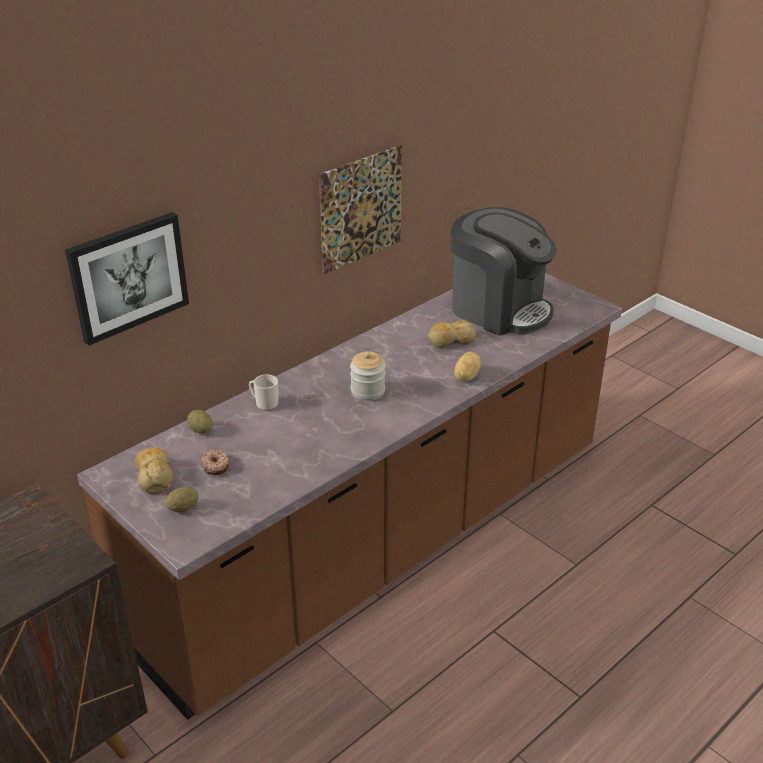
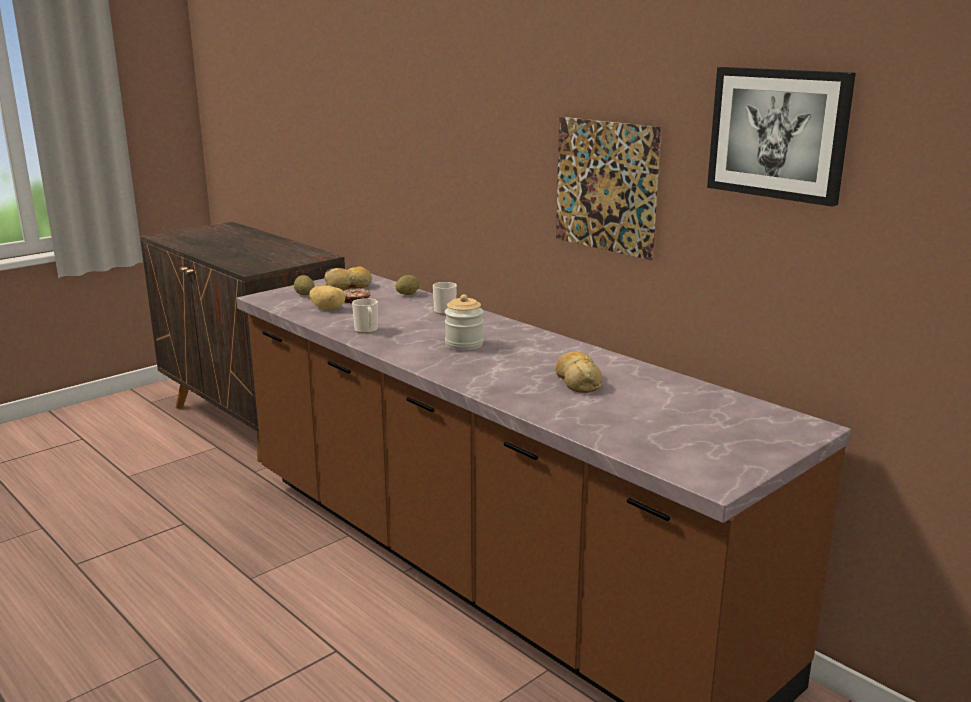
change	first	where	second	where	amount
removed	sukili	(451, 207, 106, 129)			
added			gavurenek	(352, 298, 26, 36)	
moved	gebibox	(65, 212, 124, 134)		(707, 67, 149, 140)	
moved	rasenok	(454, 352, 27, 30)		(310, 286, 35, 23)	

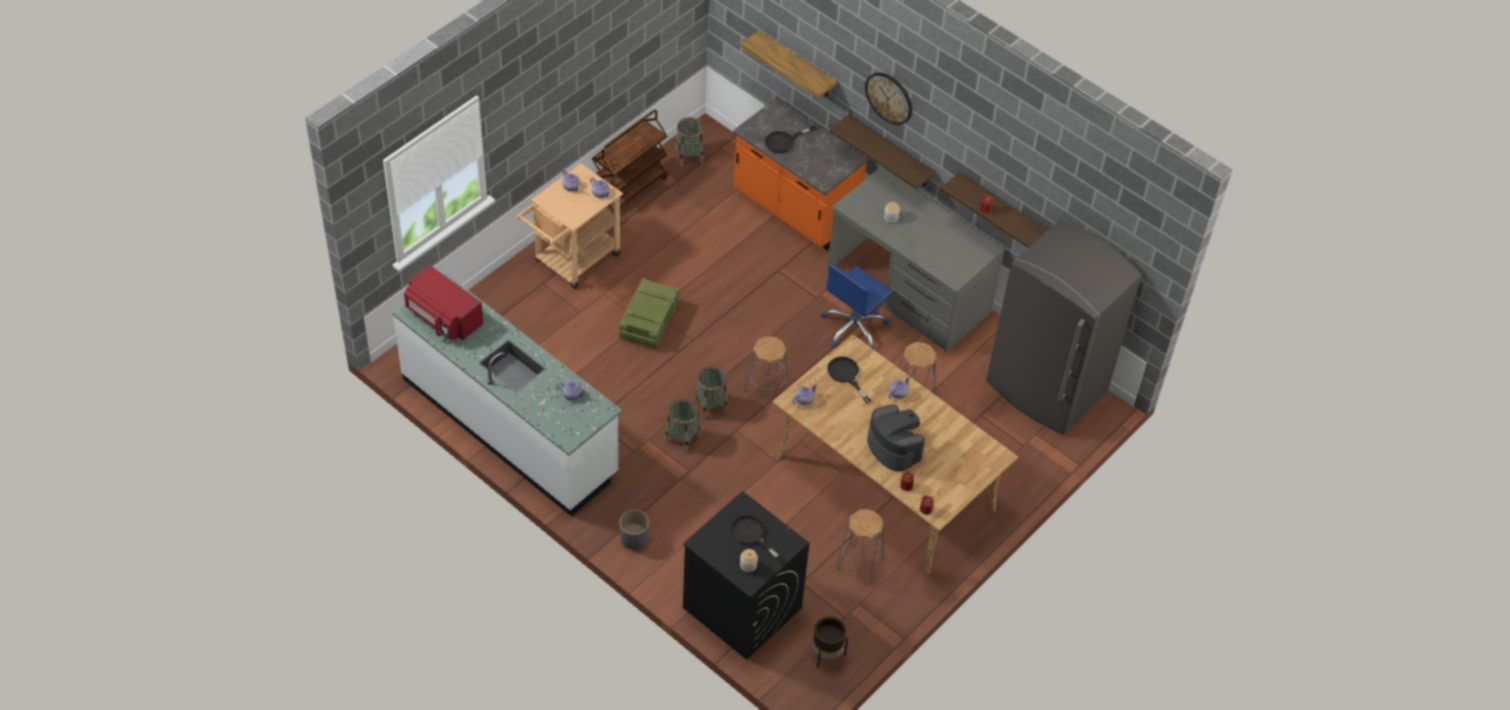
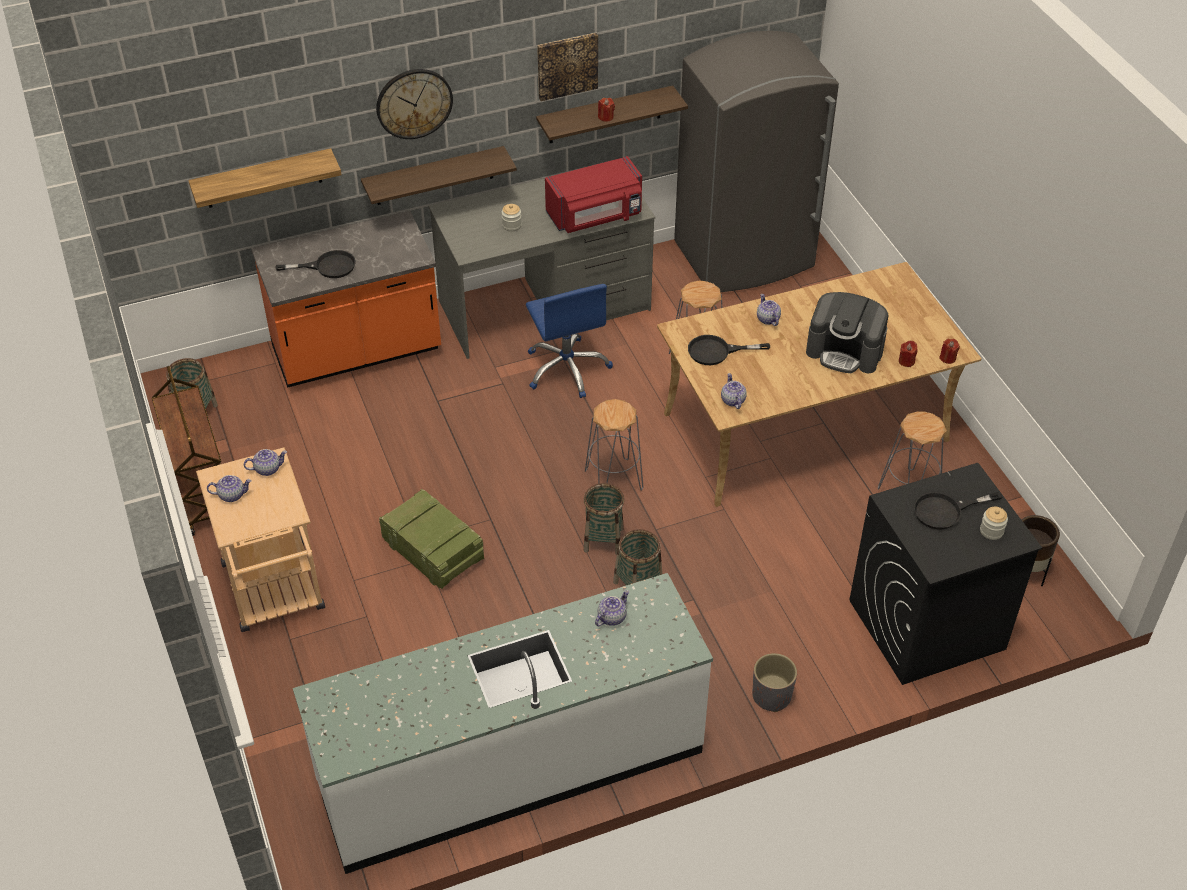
change	first	where	second	where	amount
added			gebibox	(537, 33, 61, 68)	
moved	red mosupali	(404, 265, 80, 75)		(545, 156, 97, 77)	
turned	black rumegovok	(765, 125, 51, 28)		(276, 250, 80, 28)	90 degrees counterclockwise
turned	sukili	(867, 405, 58, 67)		(806, 292, 83, 82)	150 degrees counterclockwise

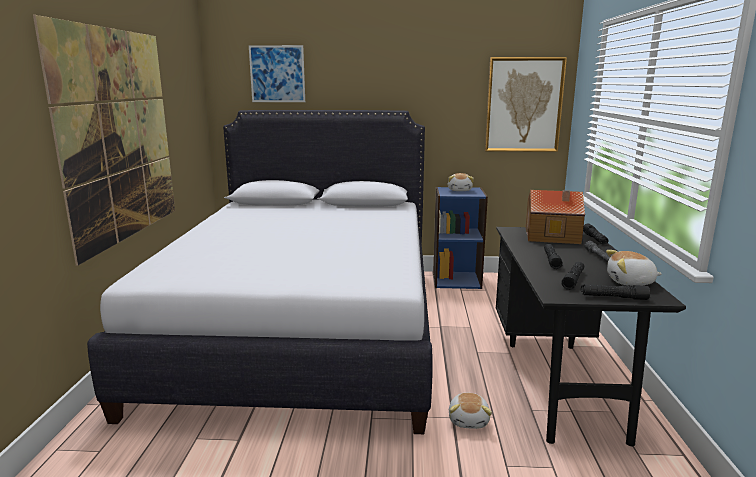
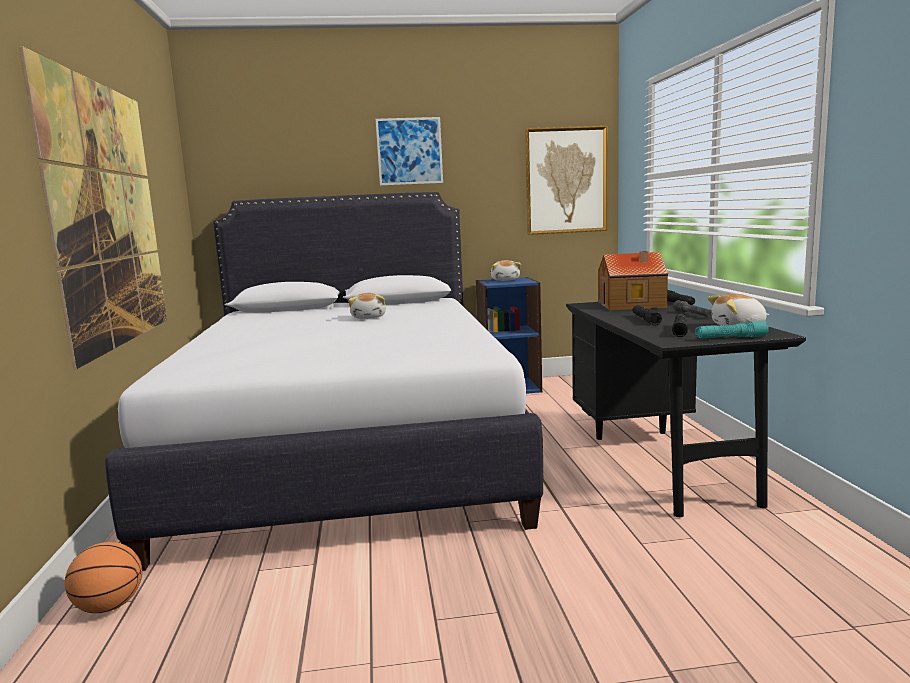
change	first	where	second	where	amount
added			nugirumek	(64, 542, 78, 71)	
moved	gebibox	(249, 45, 56, 57)		(376, 117, 67, 69)	
moved	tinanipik	(449, 393, 43, 36)		(348, 293, 38, 26)	
recoloured	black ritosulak	(581, 284, 69, 16)	turquoise ritosulak	(695, 321, 74, 17)	

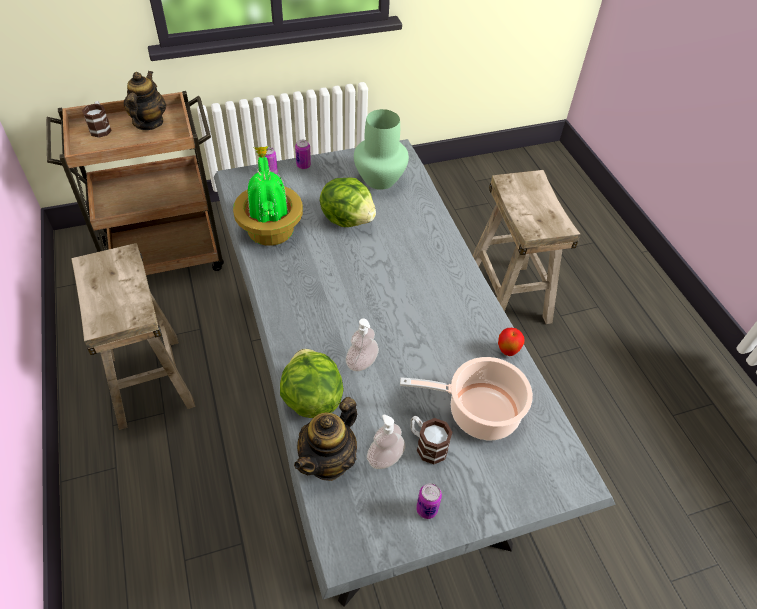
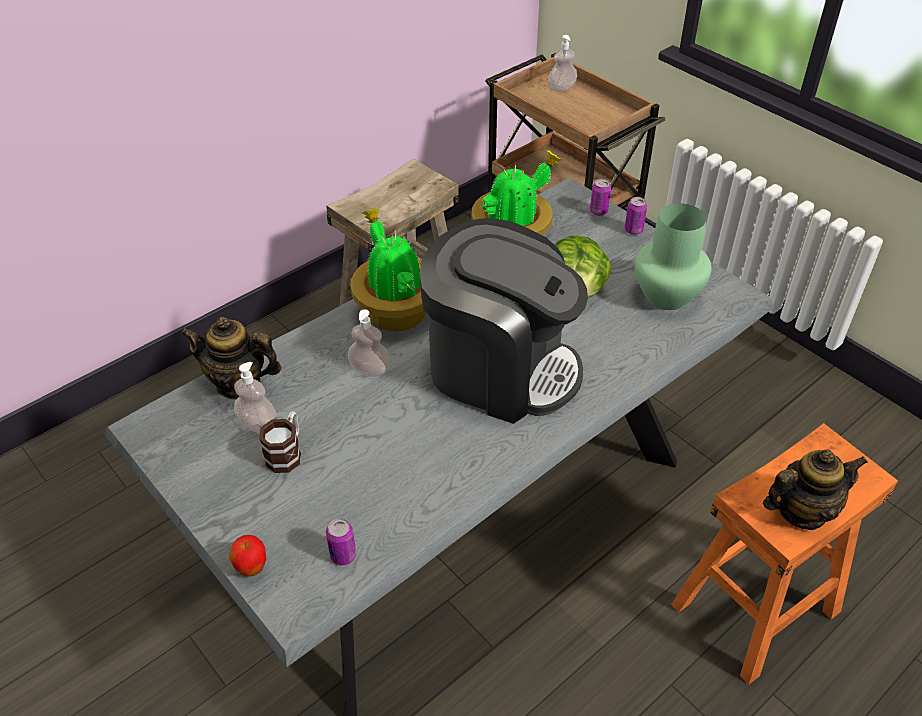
change	first	where	second	where	amount
removed	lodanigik	(280, 349, 64, 69)			
removed	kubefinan	(400, 357, 133, 83)			
added			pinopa	(351, 207, 75, 125)	
added			sukili	(420, 218, 168, 206)	
moved	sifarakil	(123, 71, 43, 59)		(763, 450, 105, 80)	
moved	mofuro	(416, 483, 26, 36)		(326, 518, 30, 48)	
moved	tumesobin	(498, 328, 27, 28)		(229, 535, 37, 41)	
replaced	gavurenek	(82, 101, 30, 37)	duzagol	(548, 35, 29, 57)	
recoloured	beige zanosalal	(472, 170, 108, 154)	orange zanosalal	(671, 423, 227, 262)	

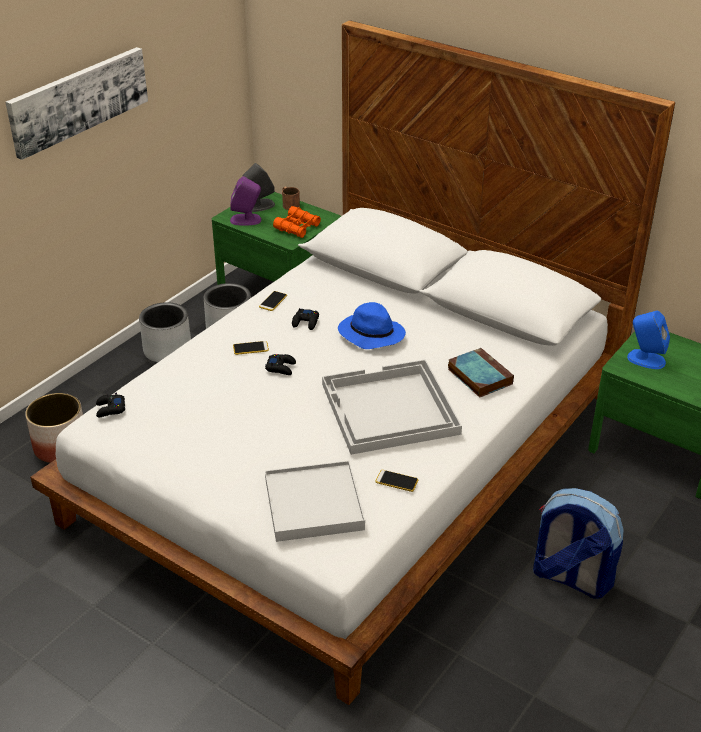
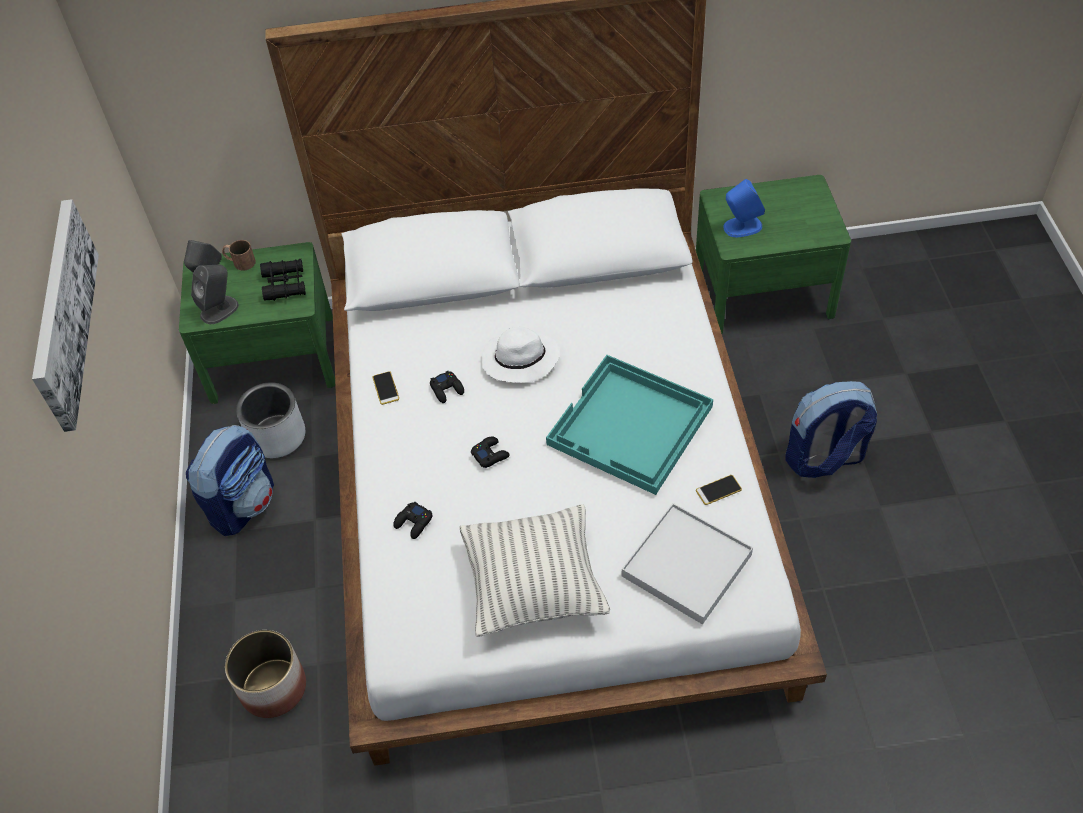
change	first	where	second	where	amount
removed	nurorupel	(233, 341, 36, 14)			
removed	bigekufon	(448, 348, 66, 49)			
added			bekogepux	(460, 504, 150, 133)	
moved	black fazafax	(96, 393, 29, 24)		(393, 502, 39, 37)	
replaced	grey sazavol	(139, 302, 52, 60)	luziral	(186, 425, 88, 111)	
recoloured	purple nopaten	(230, 176, 31, 50)	grey nopaten	(191, 264, 48, 60)	
recoloured	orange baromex	(273, 206, 48, 32)	black baromex	(260, 259, 46, 42)	
recoloured	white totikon	(322, 359, 140, 96)	turquoise totikon	(546, 355, 167, 140)	
recoloured	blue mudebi	(338, 302, 68, 47)	white mudebi	(481, 326, 78, 57)	

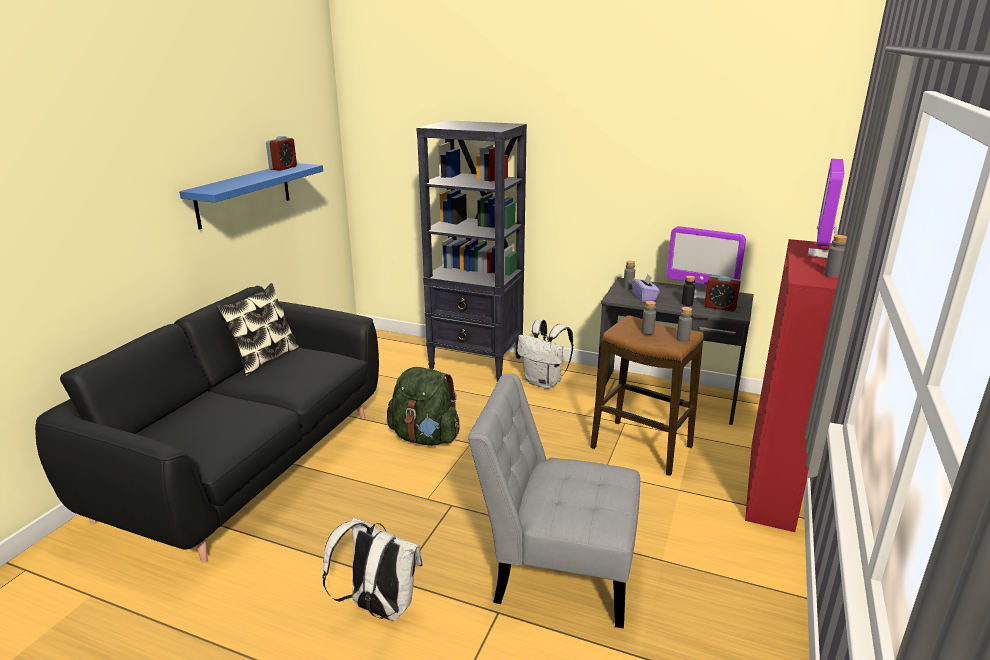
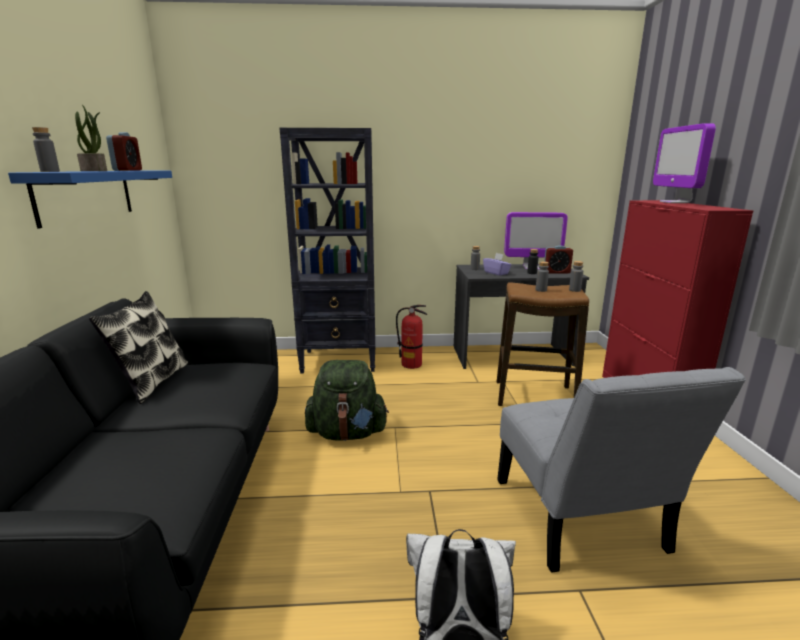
change	first	where	second	where	amount
added			pinopa	(75, 105, 32, 66)	
moved	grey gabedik	(824, 235, 23, 43)		(32, 127, 28, 45)	
replaced	white luziral	(517, 319, 56, 70)	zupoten	(396, 305, 31, 64)	
turned	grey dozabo	(468, 374, 172, 254)		(497, 367, 249, 206)	90 degrees counterclockwise

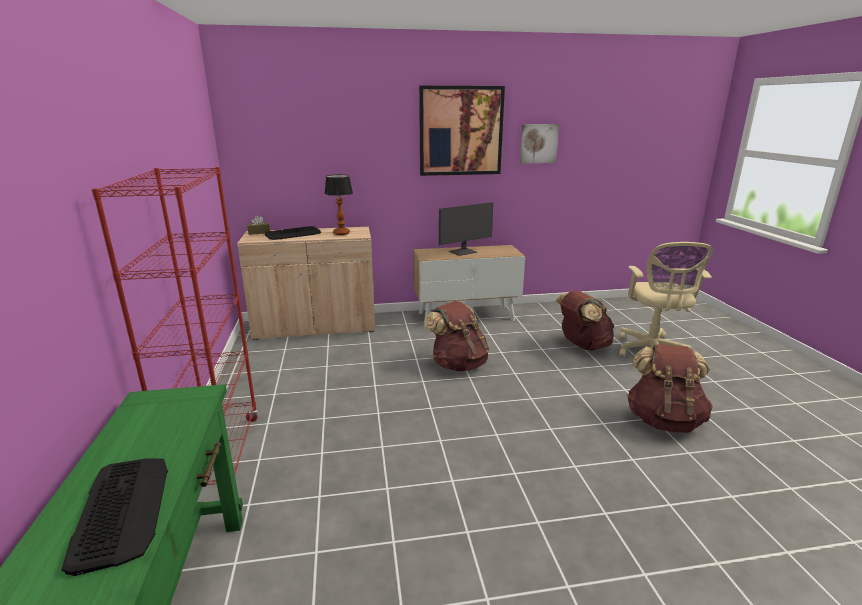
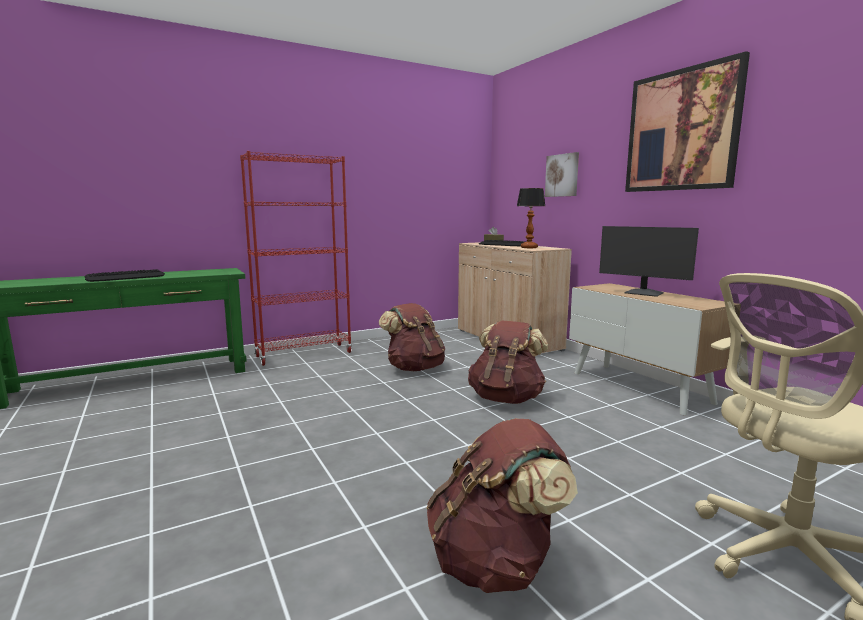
change	first	where	second	where	amount
moved	gebibox	(520, 124, 39, 40)		(545, 152, 34, 45)	
moved	brown luziral	(555, 291, 59, 60)		(379, 303, 66, 68)	

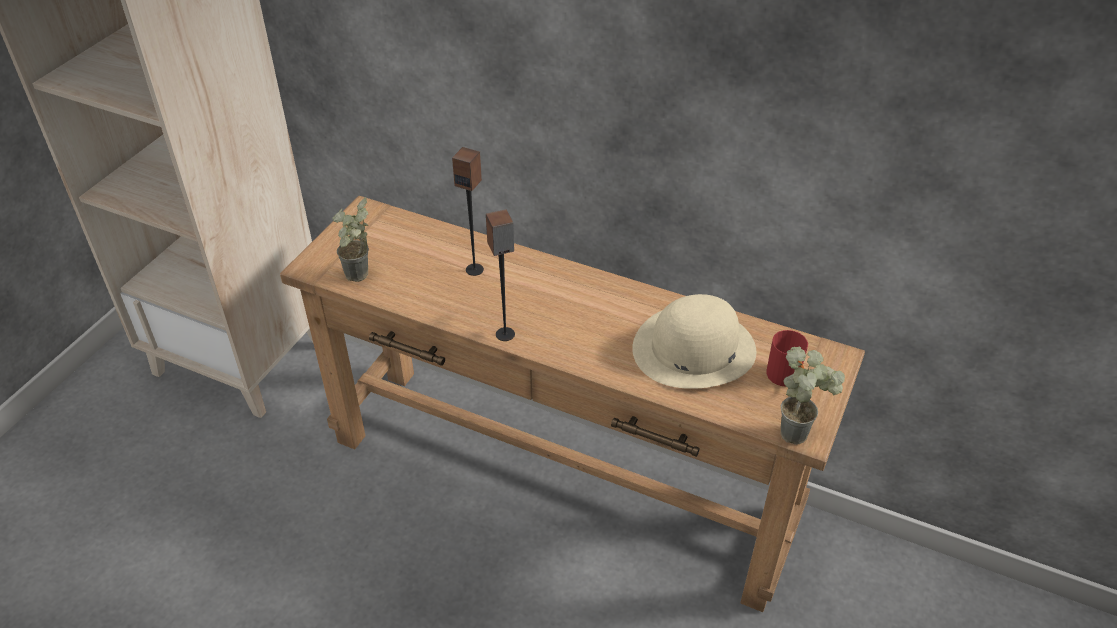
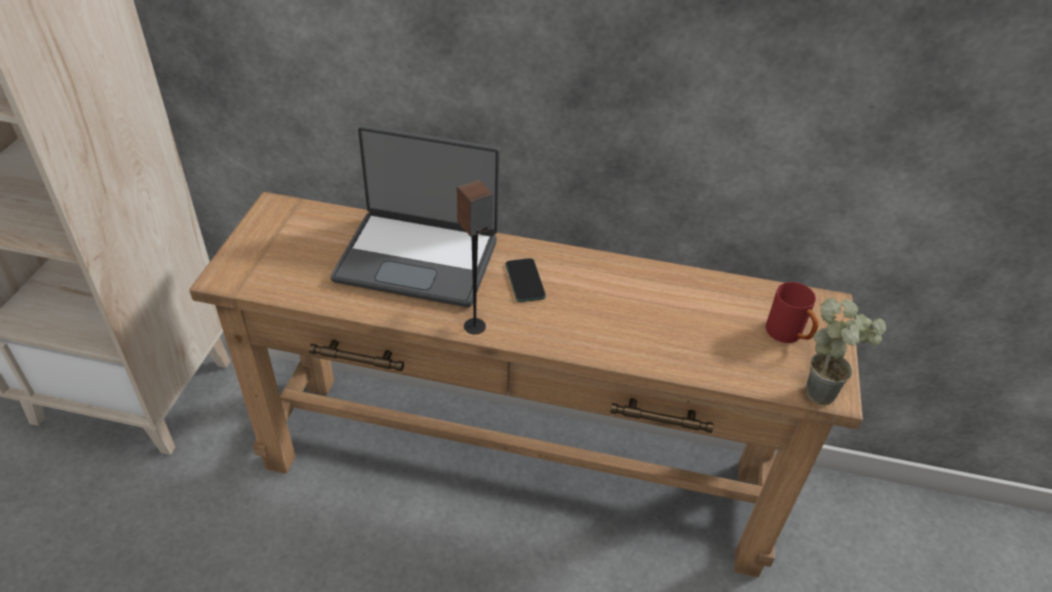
change	first	where	second	where	amount
removed	pinopa	(332, 197, 37, 85)			
removed	beige mudebi	(632, 294, 124, 95)			
added			nurorupel	(506, 258, 40, 44)	
replaced	nopaten	(452, 147, 32, 129)	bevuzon	(331, 125, 169, 182)	

